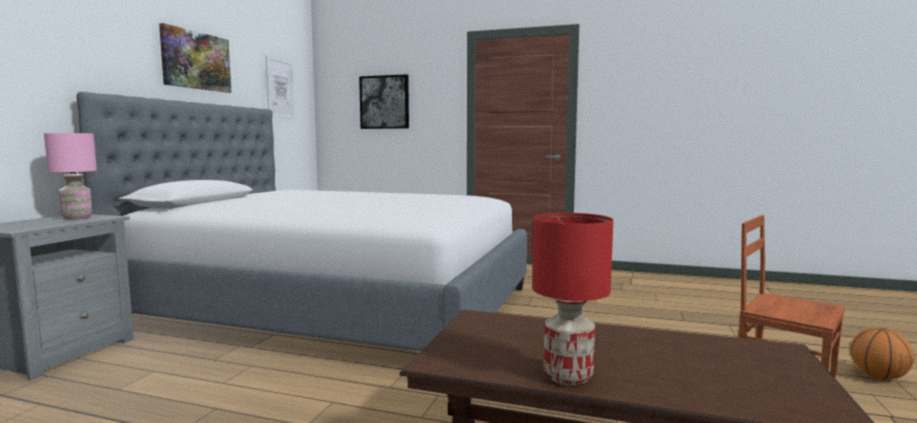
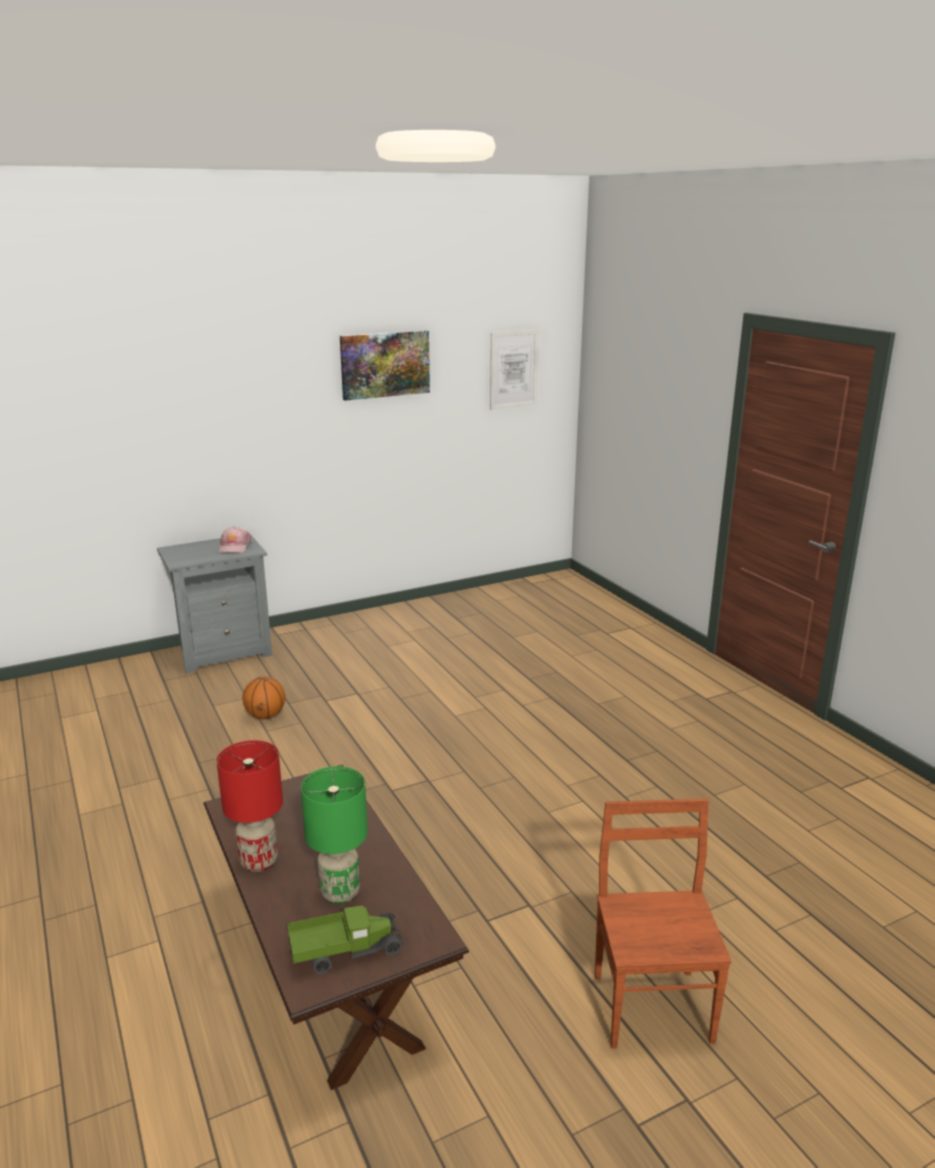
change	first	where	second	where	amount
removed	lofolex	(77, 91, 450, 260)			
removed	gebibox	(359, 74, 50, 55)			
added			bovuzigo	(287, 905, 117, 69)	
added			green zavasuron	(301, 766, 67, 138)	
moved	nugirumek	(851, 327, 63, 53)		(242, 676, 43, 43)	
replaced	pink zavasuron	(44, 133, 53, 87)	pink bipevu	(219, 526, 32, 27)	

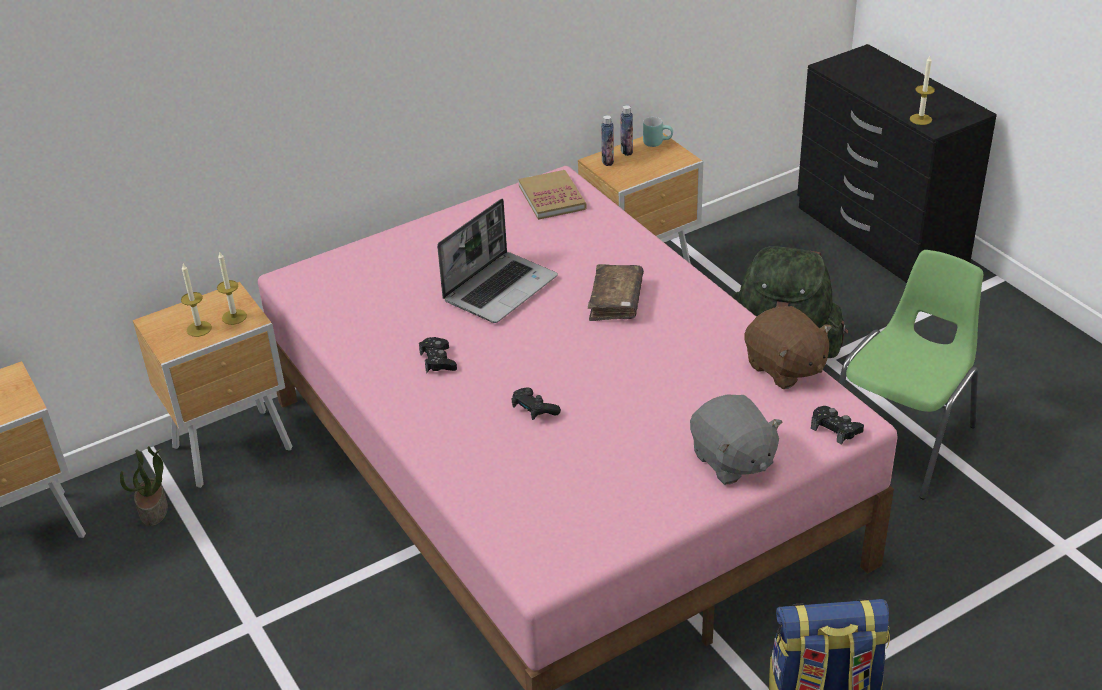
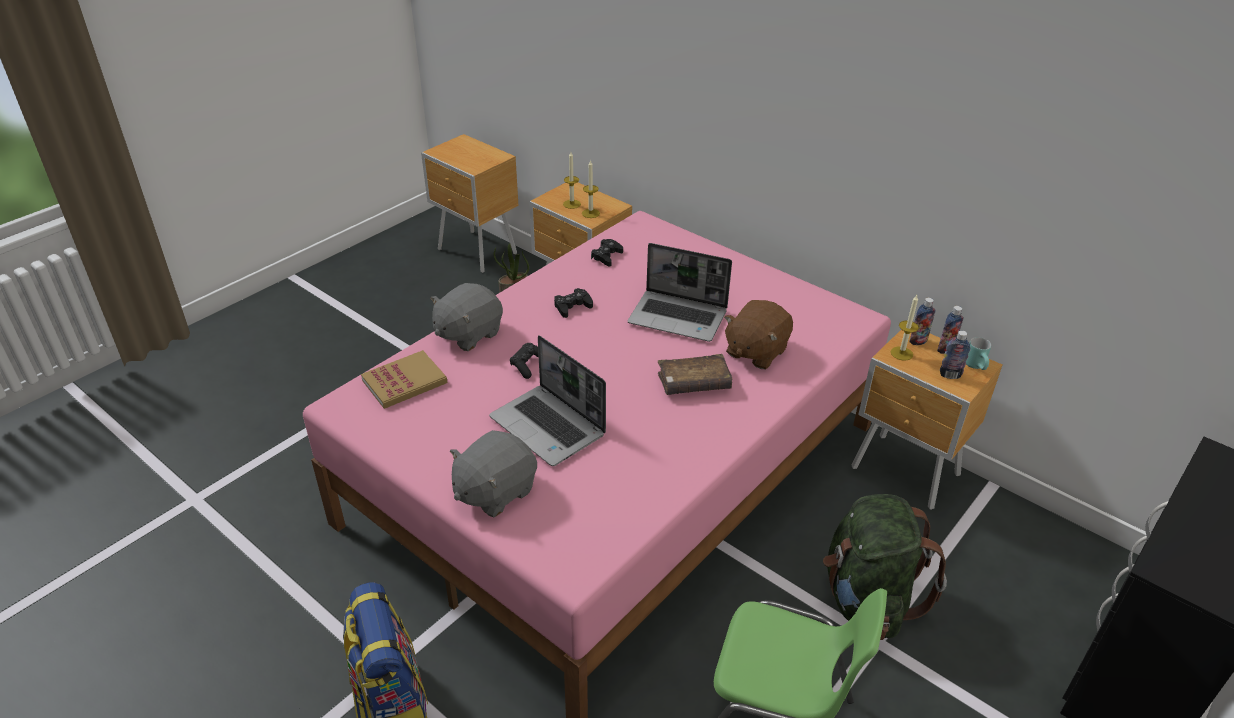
change	first	where	second	where	amount
added			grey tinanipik	(430, 283, 73, 68)	
added			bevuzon	(489, 335, 117, 131)	
added			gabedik	(940, 331, 31, 48)	
moved	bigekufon	(518, 170, 69, 50)		(361, 350, 87, 59)	
moved	brown tinanipik	(745, 306, 87, 83)		(724, 300, 69, 69)	
moved	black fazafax	(811, 406, 53, 39)		(591, 239, 32, 28)	
moved	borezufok	(910, 56, 25, 69)		(891, 295, 28, 65)	

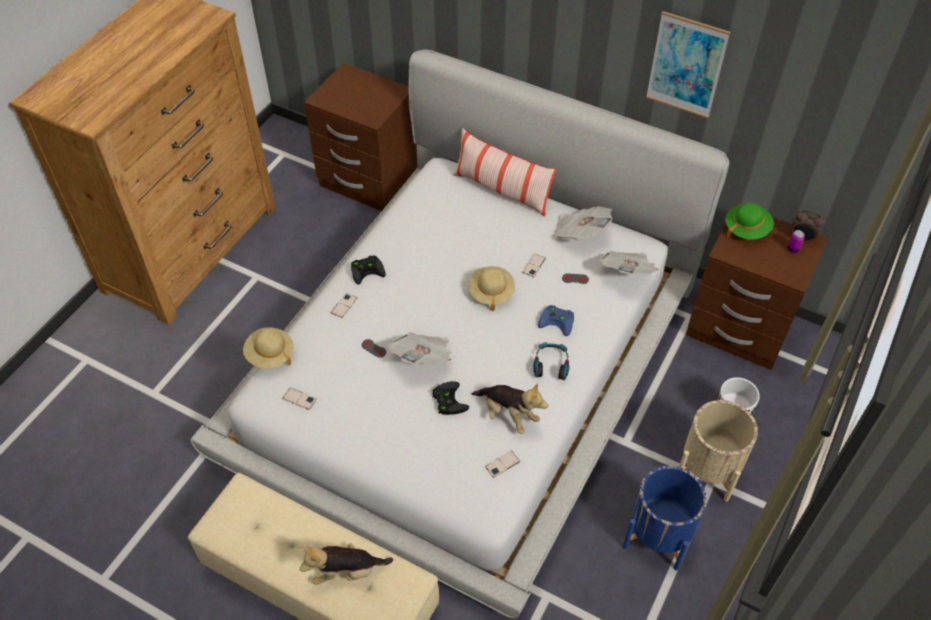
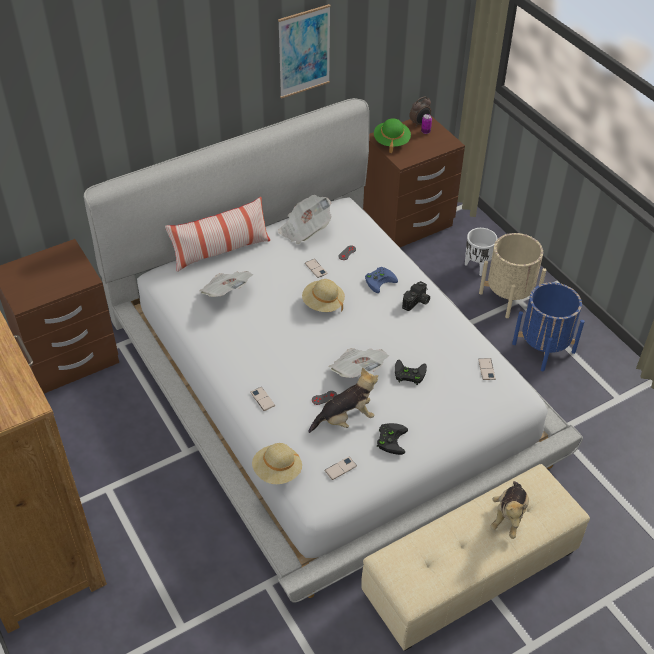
change	first	where	second	where	amount
moved	black fazafax	(351, 255, 35, 29)		(377, 423, 31, 32)	
moved	tinanipik	(471, 383, 77, 51)		(308, 367, 70, 66)	
moved	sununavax	(600, 251, 58, 23)		(199, 271, 54, 26)	
replaced	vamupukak	(533, 342, 37, 38)	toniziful	(402, 281, 28, 30)	

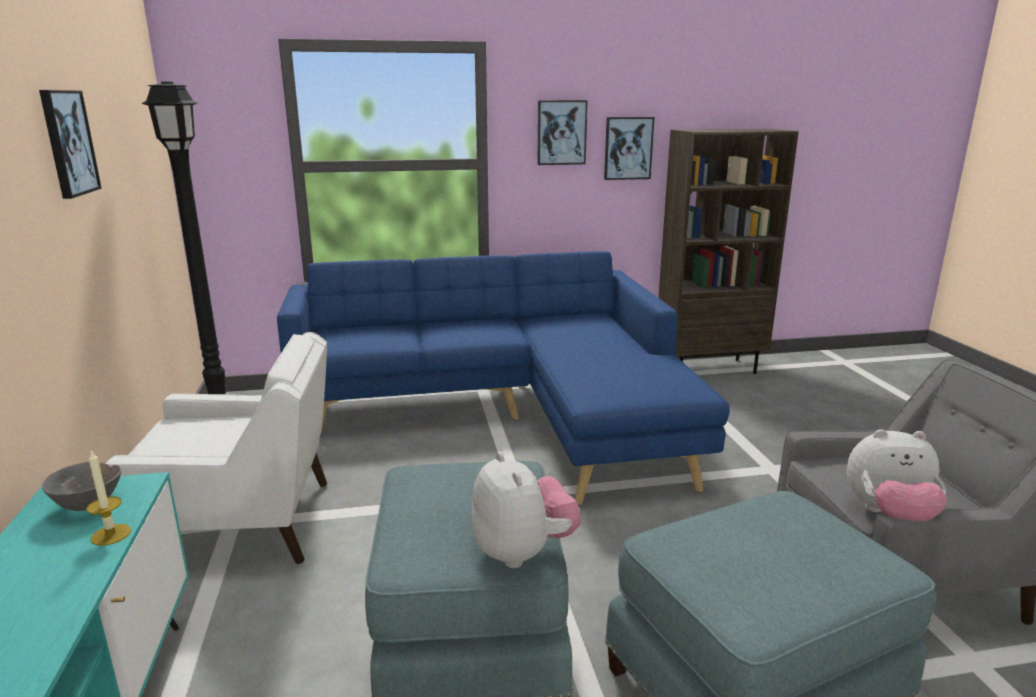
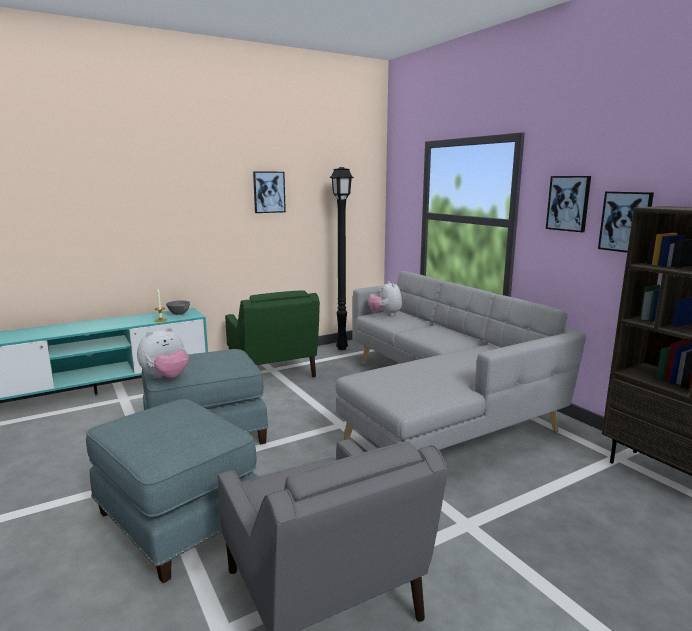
change	first	where	second	where	amount
moved	tinanipik	(847, 429, 100, 92)		(368, 281, 34, 35)	
recoloured	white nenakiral	(106, 332, 221, 232)	green nenakiral	(225, 290, 95, 88)	
recoloured	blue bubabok	(277, 251, 452, 254)	grey bubabok	(336, 271, 250, 179)	

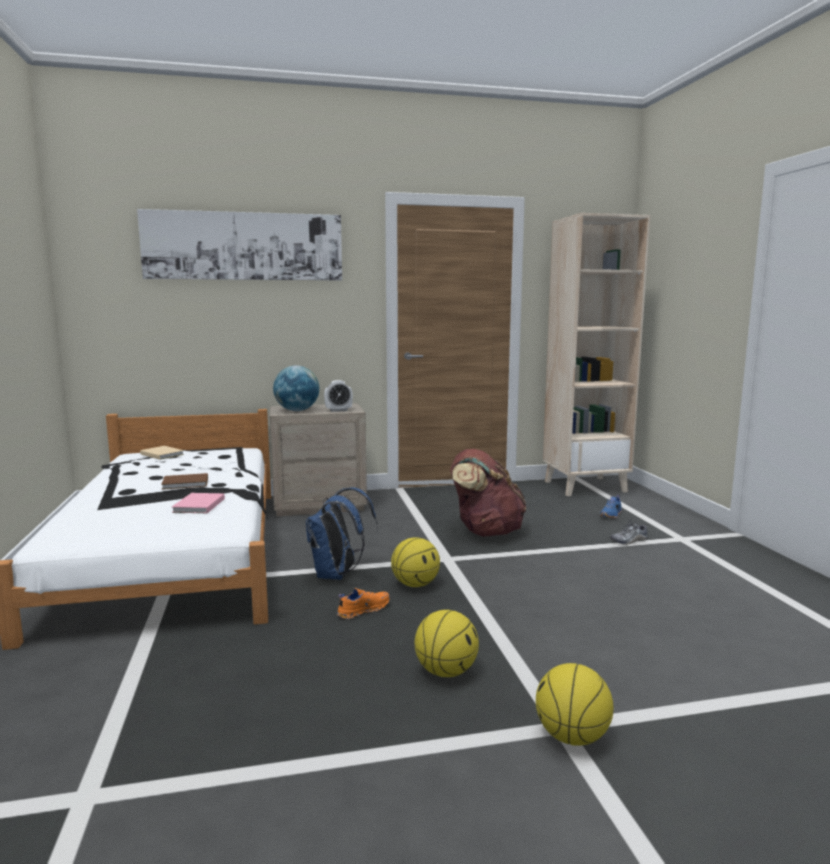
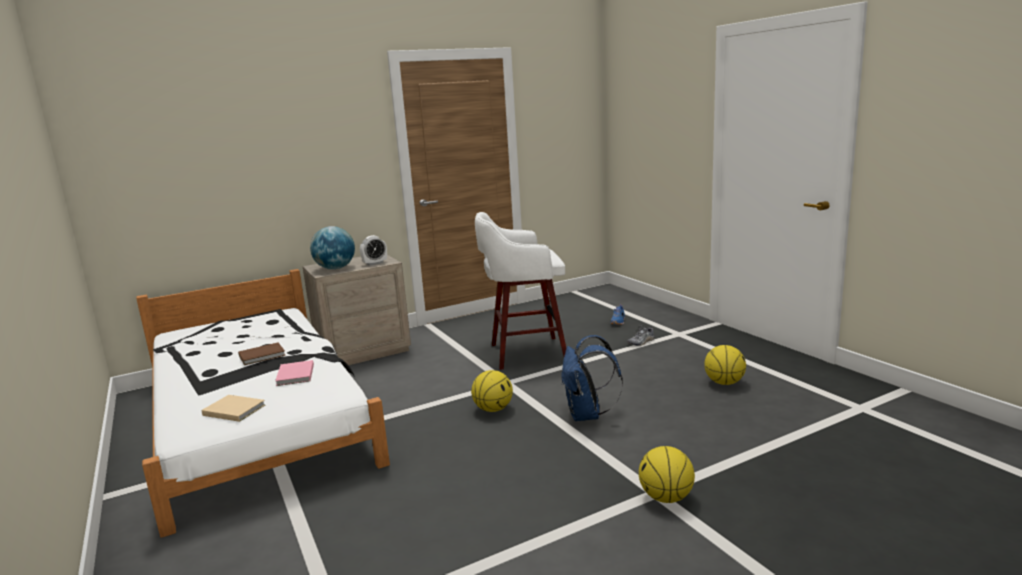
change	first	where	second	where	amount
removed	gebibox	(137, 209, 205, 71)			
removed	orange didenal	(337, 588, 53, 31)			
removed	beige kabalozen	(543, 213, 107, 283)			
moved	beige bigekufon	(140, 446, 44, 14)		(201, 395, 64, 27)	
moved	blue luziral	(306, 487, 72, 93)		(561, 335, 62, 86)	
moved	nugirumek	(415, 610, 64, 67)		(704, 345, 42, 40)	
replaced	brown luziral	(450, 449, 76, 87)	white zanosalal	(475, 212, 91, 158)	

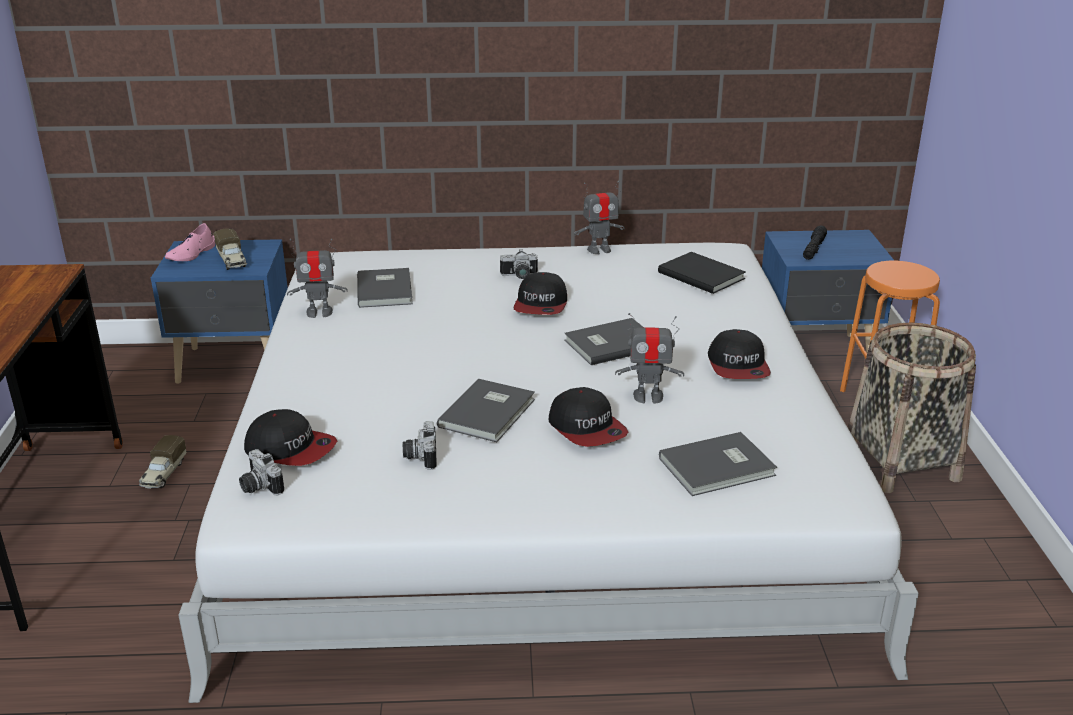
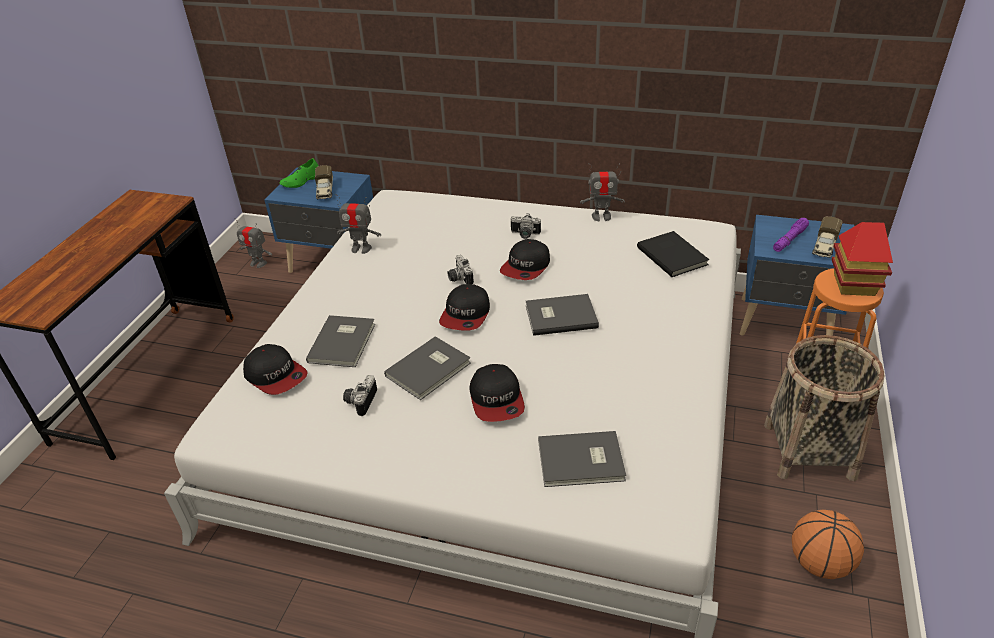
change	first	where	second	where	amount
added			nugirumek	(792, 509, 72, 70)	
added			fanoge	(832, 222, 61, 74)	
moved	bovuzigo	(139, 435, 48, 54)		(812, 217, 30, 41)	
moved	toniziful	(239, 449, 45, 46)		(447, 255, 27, 29)	
moved	grey bigekufon	(357, 268, 56, 40)		(306, 315, 69, 52)	
moved	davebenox	(615, 313, 69, 91)		(234, 218, 38, 50)	
moved	bipevu	(708, 329, 63, 50)		(439, 284, 51, 47)	
recoloured	pink didenal	(165, 223, 50, 38)	green didenal	(279, 158, 40, 30)	
recoloured	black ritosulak	(803, 226, 24, 34)	purple ritosulak	(773, 218, 36, 34)	

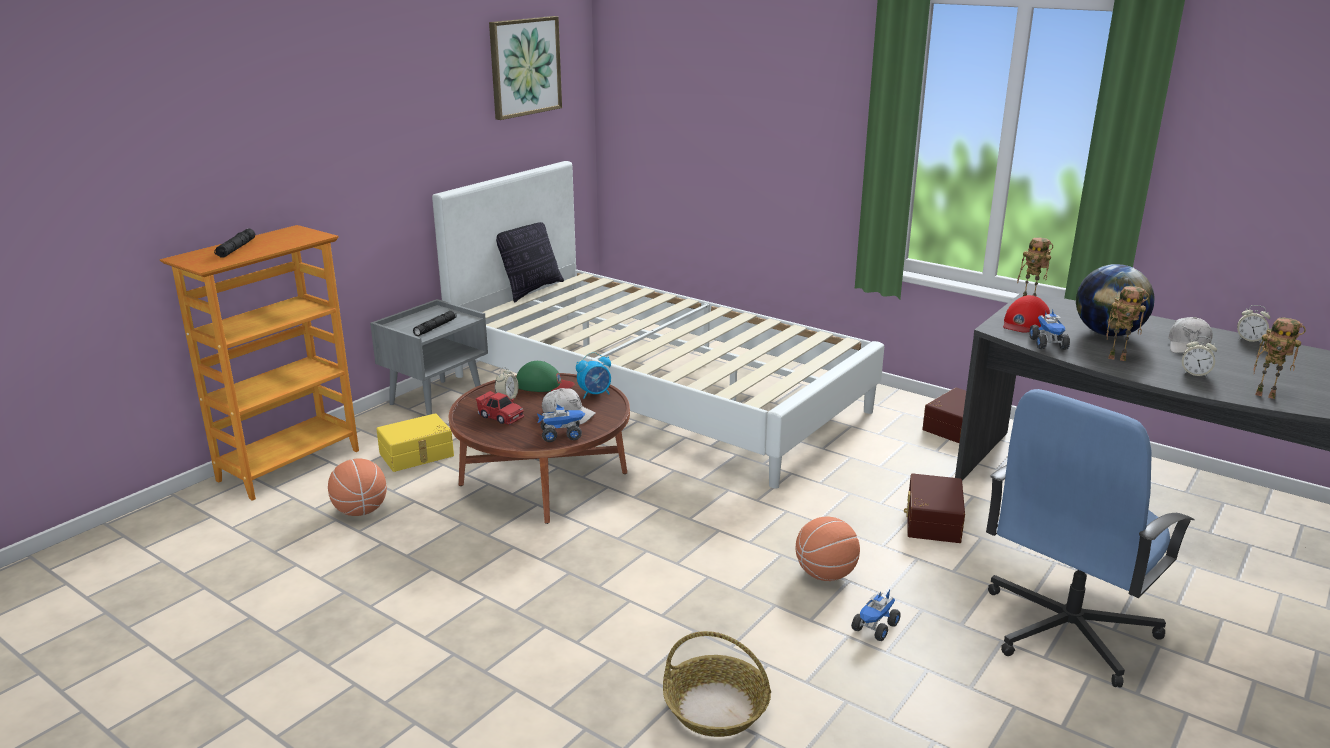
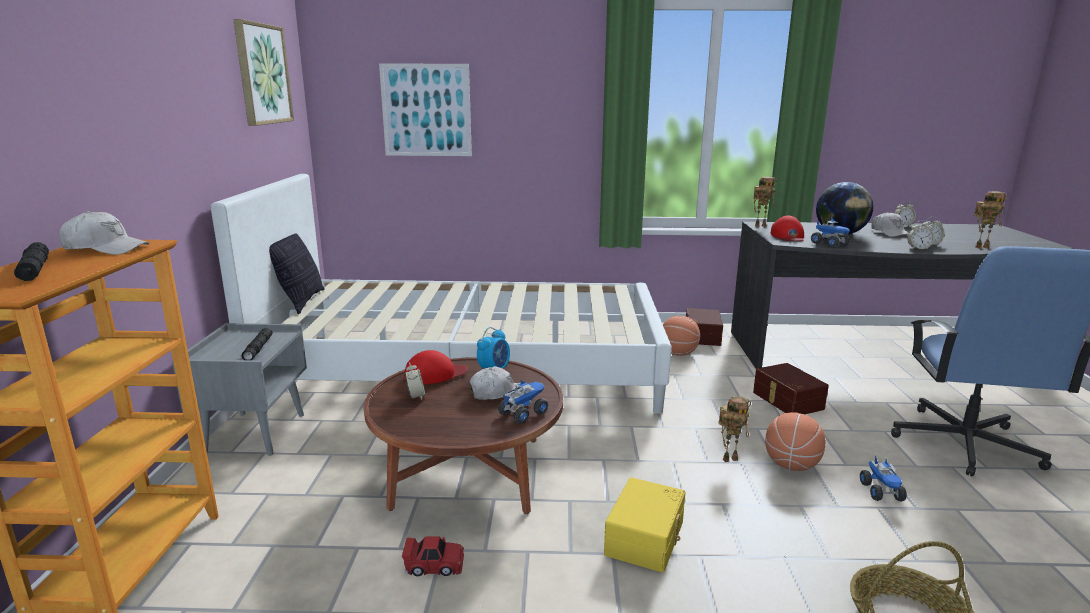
change	first	where	second	where	amount
added			white bipevu	(59, 211, 91, 44)	
added			gebibox	(379, 63, 93, 93)	
added			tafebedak	(907, 220, 28, 29)	
moved	nugirumek	(328, 459, 59, 57)		(663, 316, 37, 40)	
moved	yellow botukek	(376, 413, 78, 59)		(604, 477, 81, 96)	
moved	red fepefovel	(476, 391, 48, 34)		(402, 536, 62, 40)	
moved	davebenox	(1106, 286, 43, 75)		(718, 396, 33, 66)	
recoloured	green bipevu	(516, 361, 58, 31)	red bipevu	(405, 350, 63, 35)	

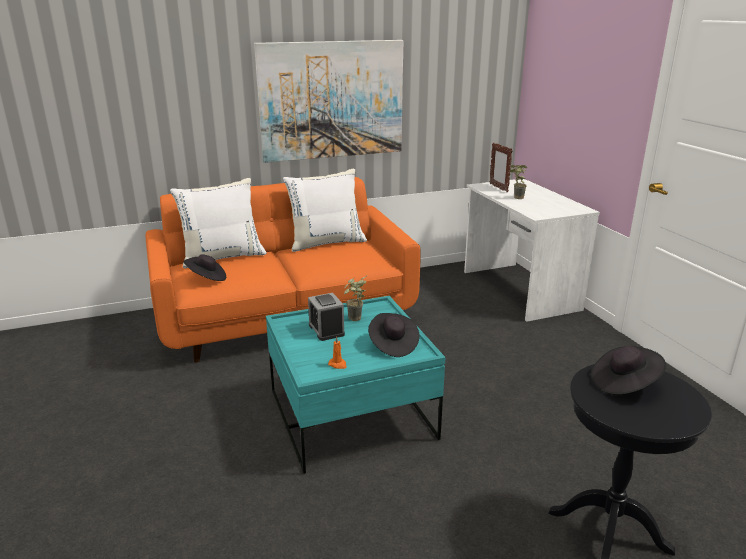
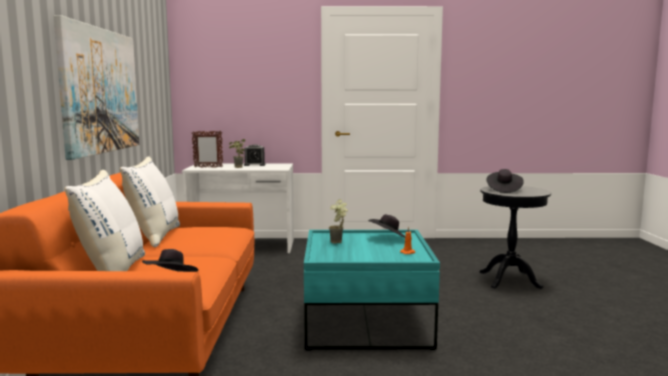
change	first	where	second	where	amount
moved	tafebedak	(308, 293, 37, 48)		(244, 144, 22, 22)	

